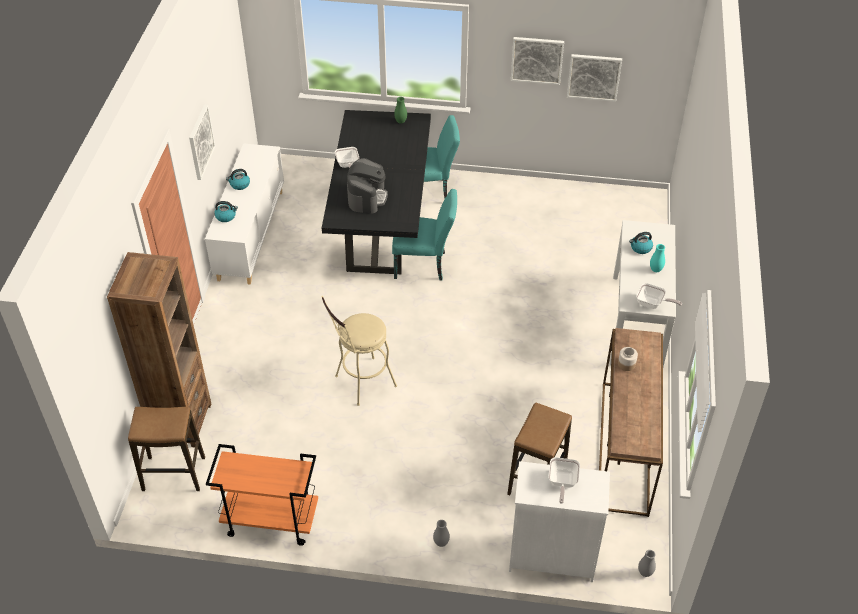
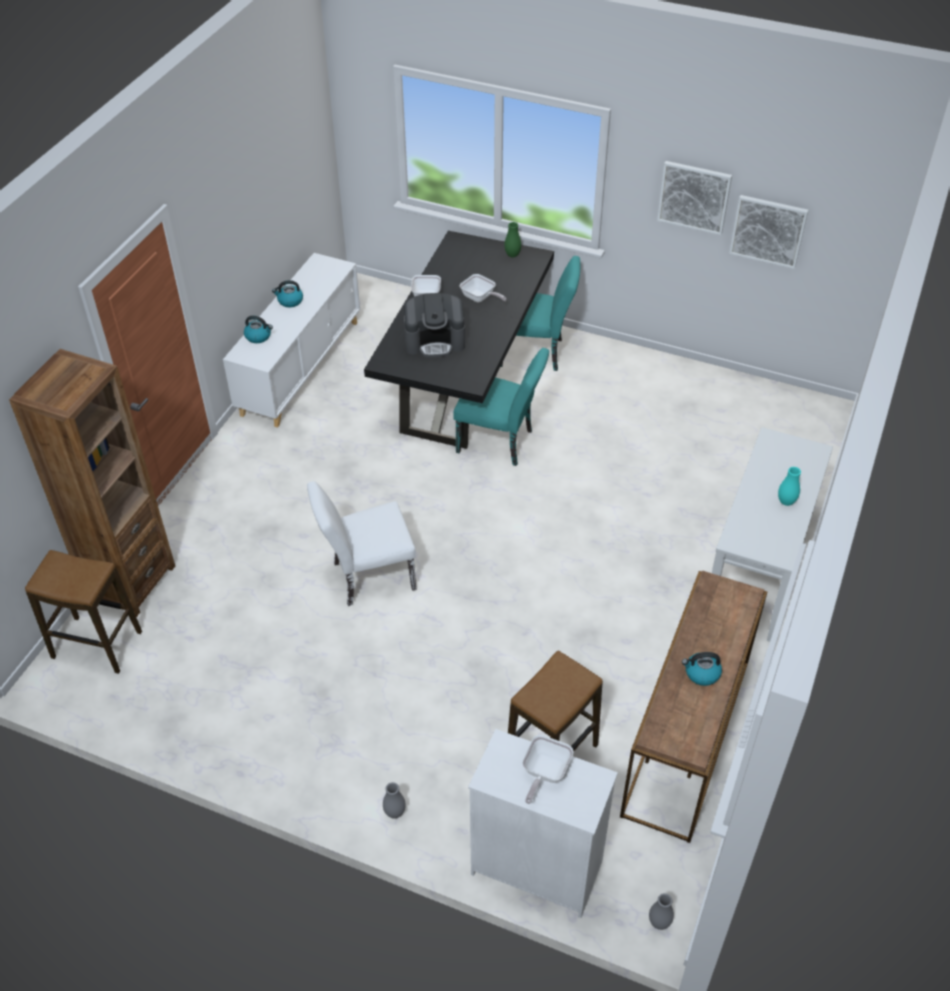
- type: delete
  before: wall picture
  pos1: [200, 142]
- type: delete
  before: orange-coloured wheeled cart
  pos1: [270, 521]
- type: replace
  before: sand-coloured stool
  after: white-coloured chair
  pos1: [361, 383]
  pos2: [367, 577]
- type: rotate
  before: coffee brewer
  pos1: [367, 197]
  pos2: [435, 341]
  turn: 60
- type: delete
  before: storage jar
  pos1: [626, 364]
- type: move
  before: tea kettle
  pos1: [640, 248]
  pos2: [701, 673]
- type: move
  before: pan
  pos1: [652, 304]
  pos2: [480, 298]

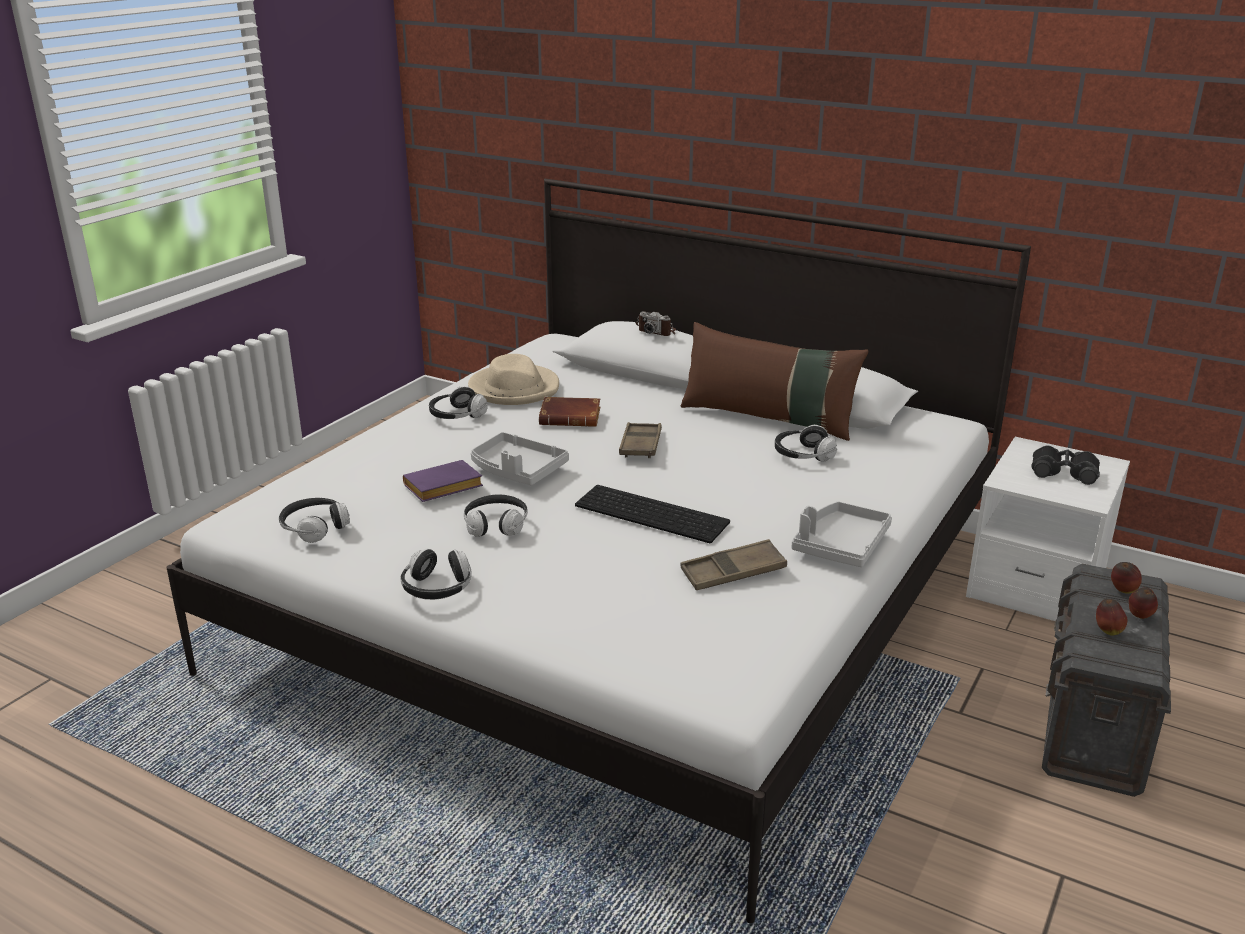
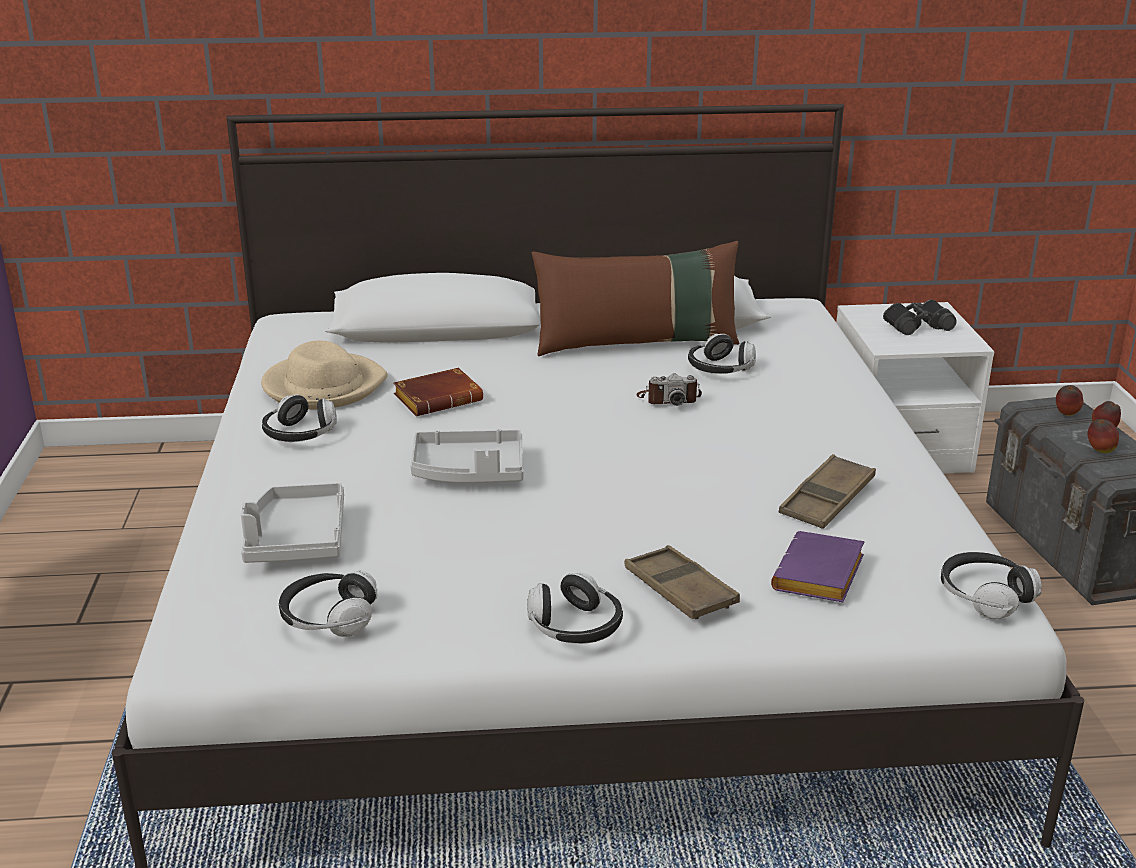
- type: move
  before: purple volume
  pos1: [442, 488]
  pos2: [820, 577]
- type: move
  before: pair of headphones
  pos1: [496, 525]
  pos2: [985, 596]
- type: delete
  before: keyboard
  pos1: [654, 513]
- type: move
  before: brown-coloured carrying tray
  pos1: [640, 445]
  pos2: [679, 590]
- type: move
  before: photo camera
  pos1: [657, 331]
  pos2: [668, 399]
- type: move
  before: gray carrying tray
  pos1: [840, 545]
  pos2: [296, 539]

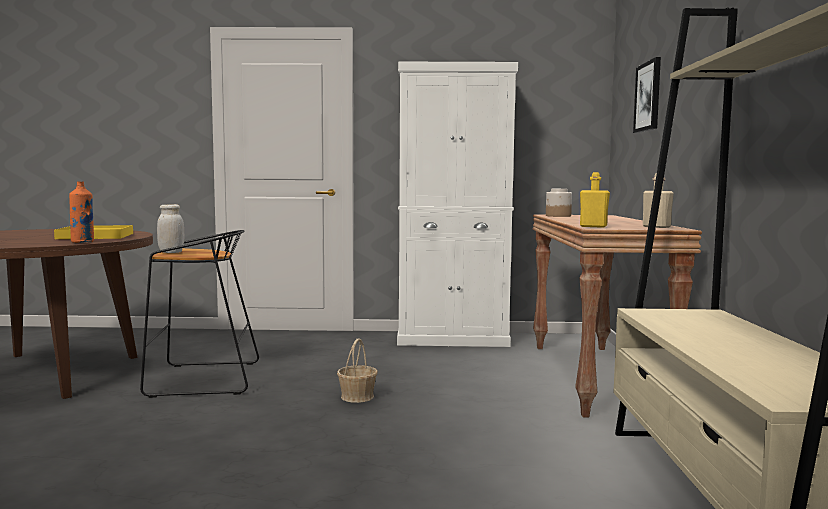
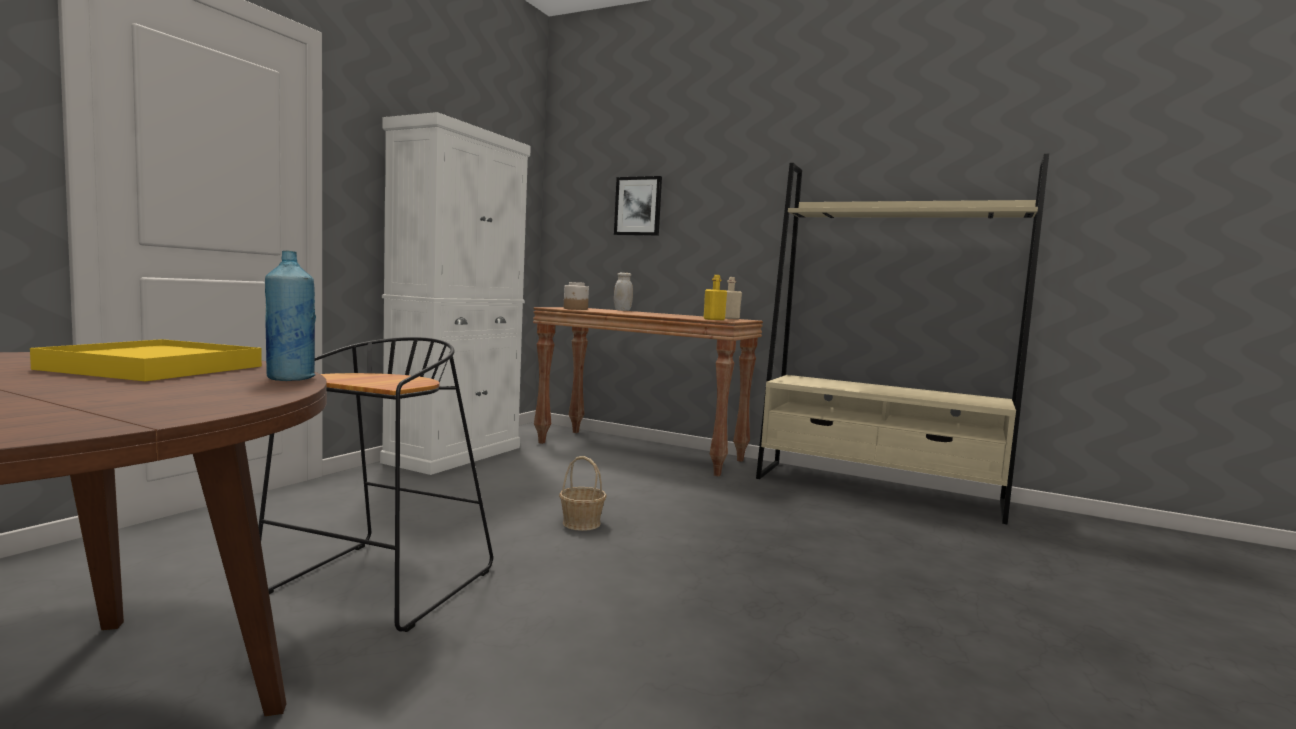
- type: recolor
  before: orange-coloured beverage bottle
  after: bluish beverage bottle
  pos1: [83, 242]
  pos2: [290, 379]
- type: move
  before: white-coloured storage jar
  pos1: [171, 252]
  pos2: [622, 310]

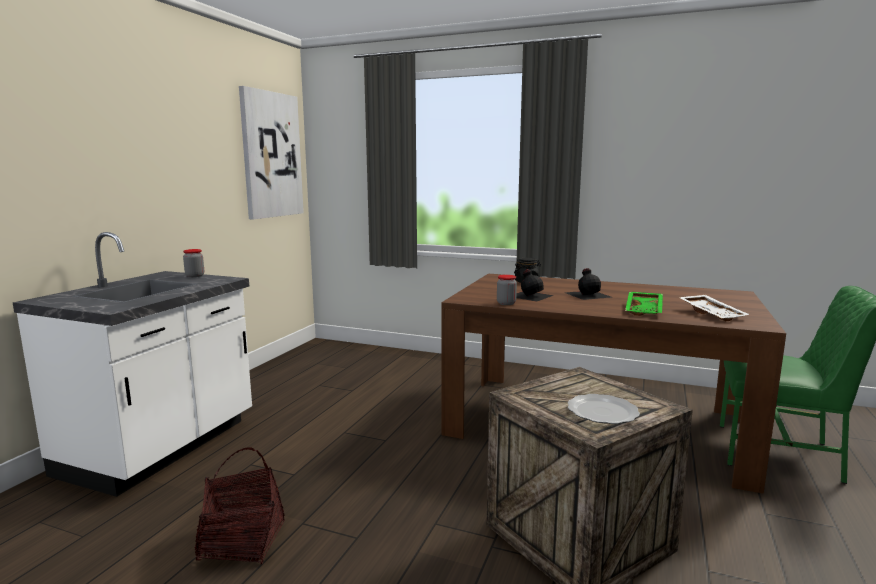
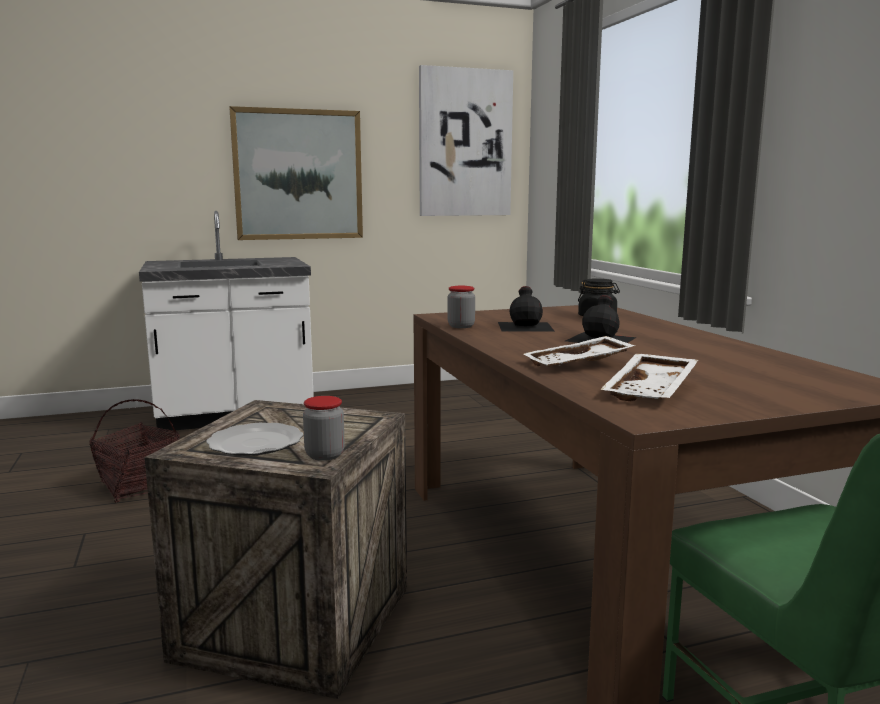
- type: move
  before: storage jar
  pos1: [195, 276]
  pos2: [324, 455]
- type: recolor
  before: greenish carrying tray
  after: white-coloured carrying tray
  pos1: [645, 310]
  pos2: [578, 365]
- type: insert
  after: wall picture
  pos2: [298, 175]

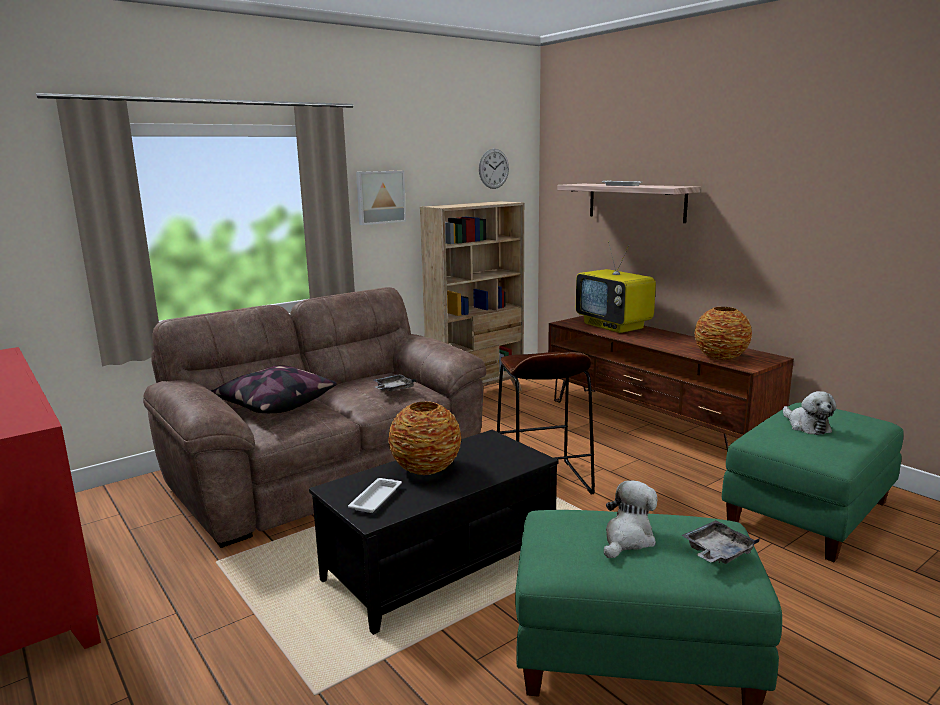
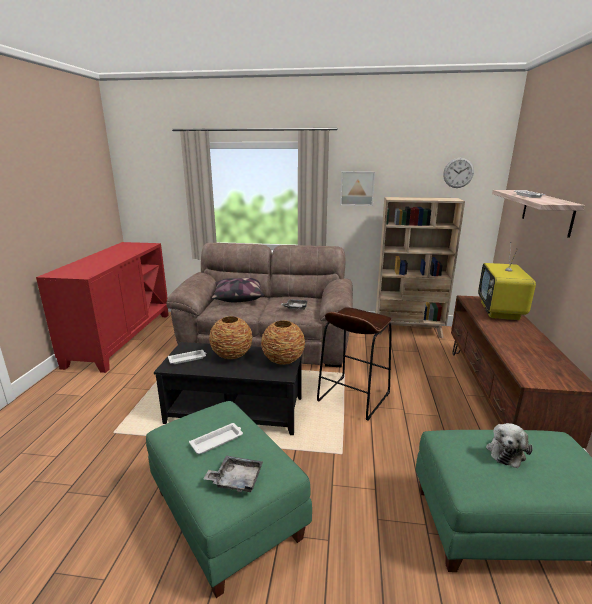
- type: replace
  before: soft toy
  after: white-coloured carrying tray
  pos1: [627, 539]
  pos2: [217, 441]
- type: move
  before: vase
  pos1: [720, 357]
  pos2: [283, 360]

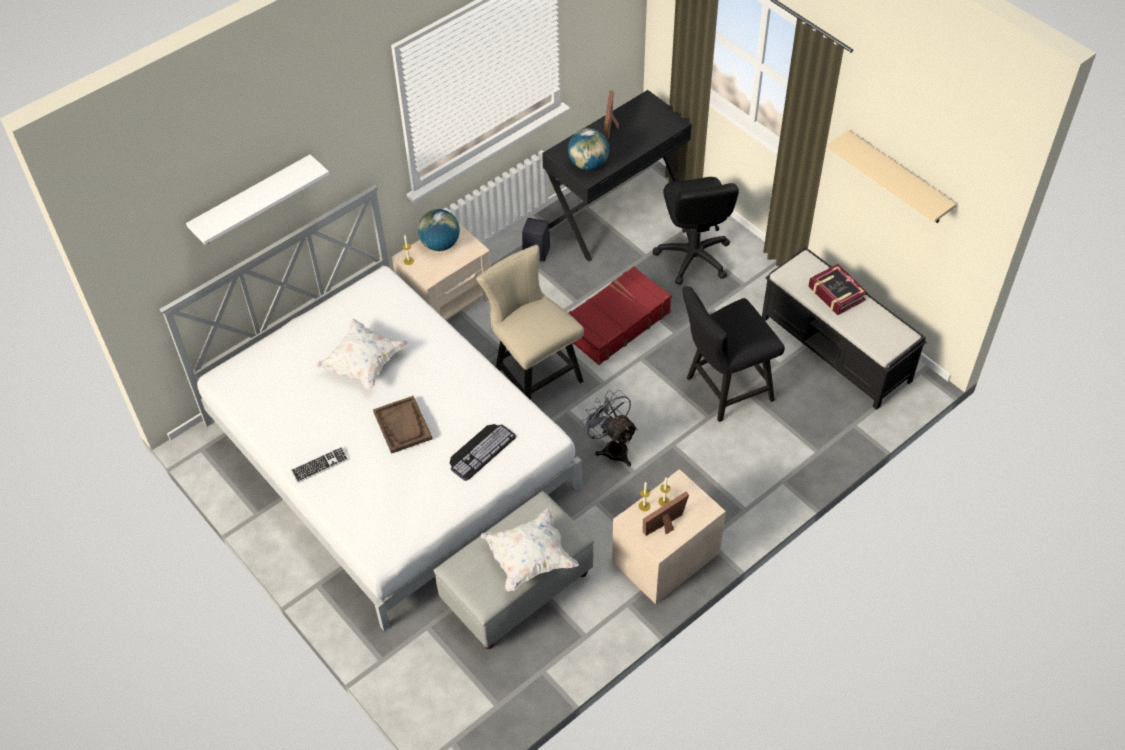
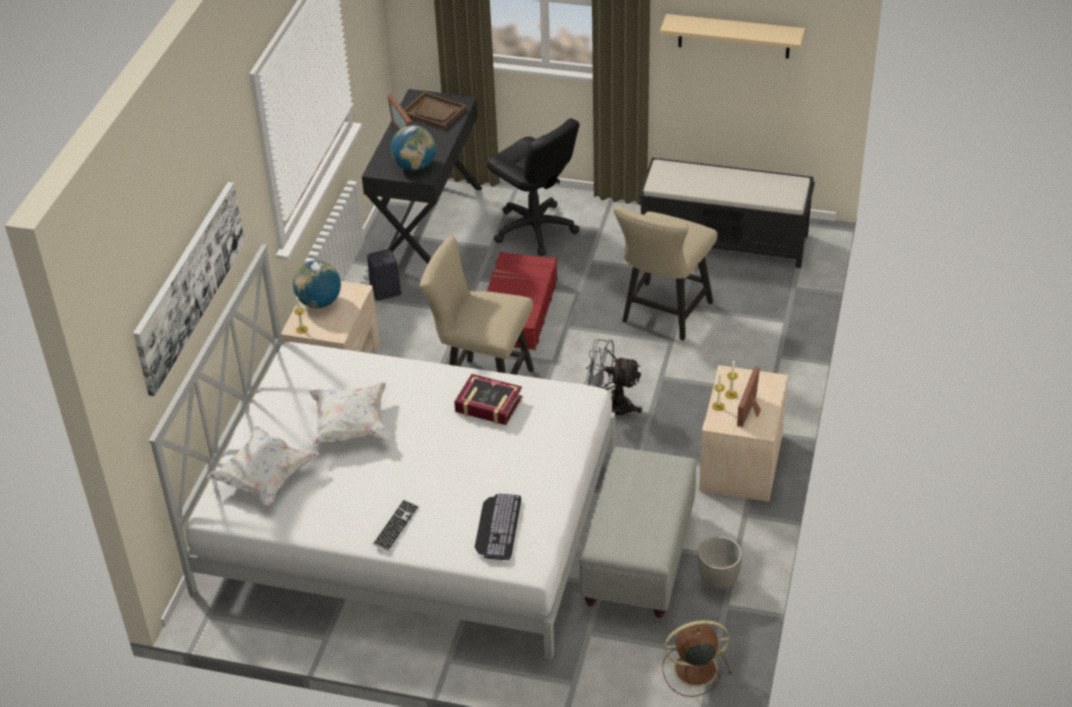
- type: replace
  before: white-coloured bracket shelf
  after: wall picture
  pos1: [252, 201]
  pos2: [189, 284]
- type: move
  before: brown-coloured carrying tray
  pos1: [403, 426]
  pos2: [434, 112]
- type: move
  before: keyboard
  pos1: [480, 449]
  pos2: [497, 526]
- type: move
  before: white-coloured cushion
  pos1: [529, 558]
  pos2: [265, 478]
- type: recolor
  before: black-coloured chair
  after: sand-coloured chair
  pos1: [723, 390]
  pos2: [663, 315]
- type: move
  before: volume
  pos1: [836, 293]
  pos2: [488, 405]
- type: insert
  after: brown-coloured electric fan
  pos2: [693, 669]
- type: insert
  after: plant pot
  pos2: [718, 581]

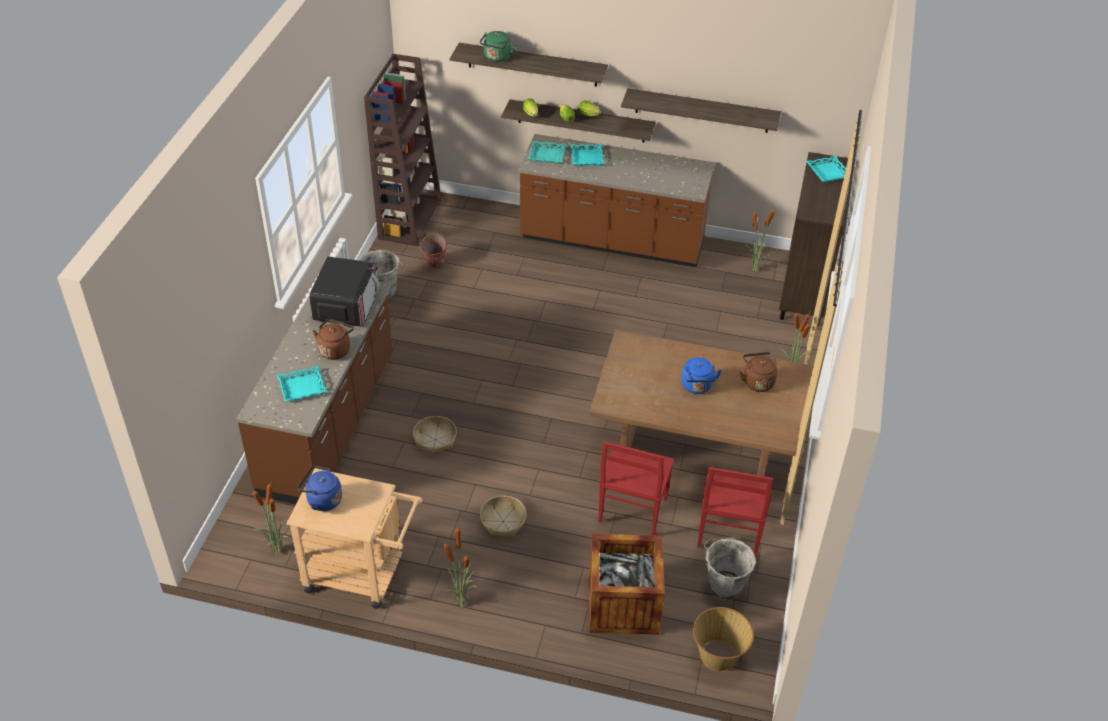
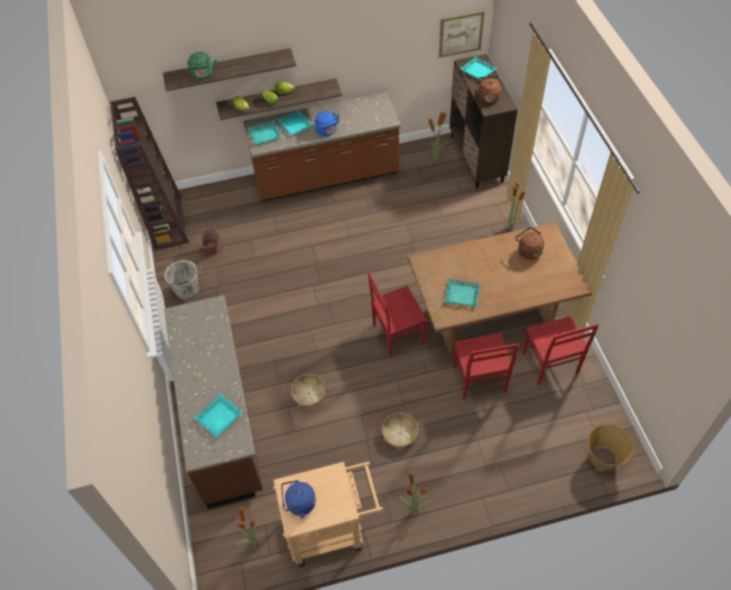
- type: delete
  before: kitchen microwave
  pos1: [347, 305]
- type: move
  before: brown-coloured tea kettle
  pos1: [335, 349]
  pos2: [488, 97]
- type: delete
  before: packing crate
  pos1: [623, 604]
- type: delete
  before: bracket shelf
  pos1: [702, 111]
- type: move
  before: bluish tea kettle
  pos1: [697, 387]
  pos2: [327, 131]
- type: delete
  before: gray bucket
  pos1: [724, 585]
- type: insert
  after: reddish chair
  pos2: [396, 335]
- type: insert
  after: wall picture
  pos2: [461, 34]
- type: insert
  after: turquoise-coloured carrying tray
  pos2: [461, 295]

